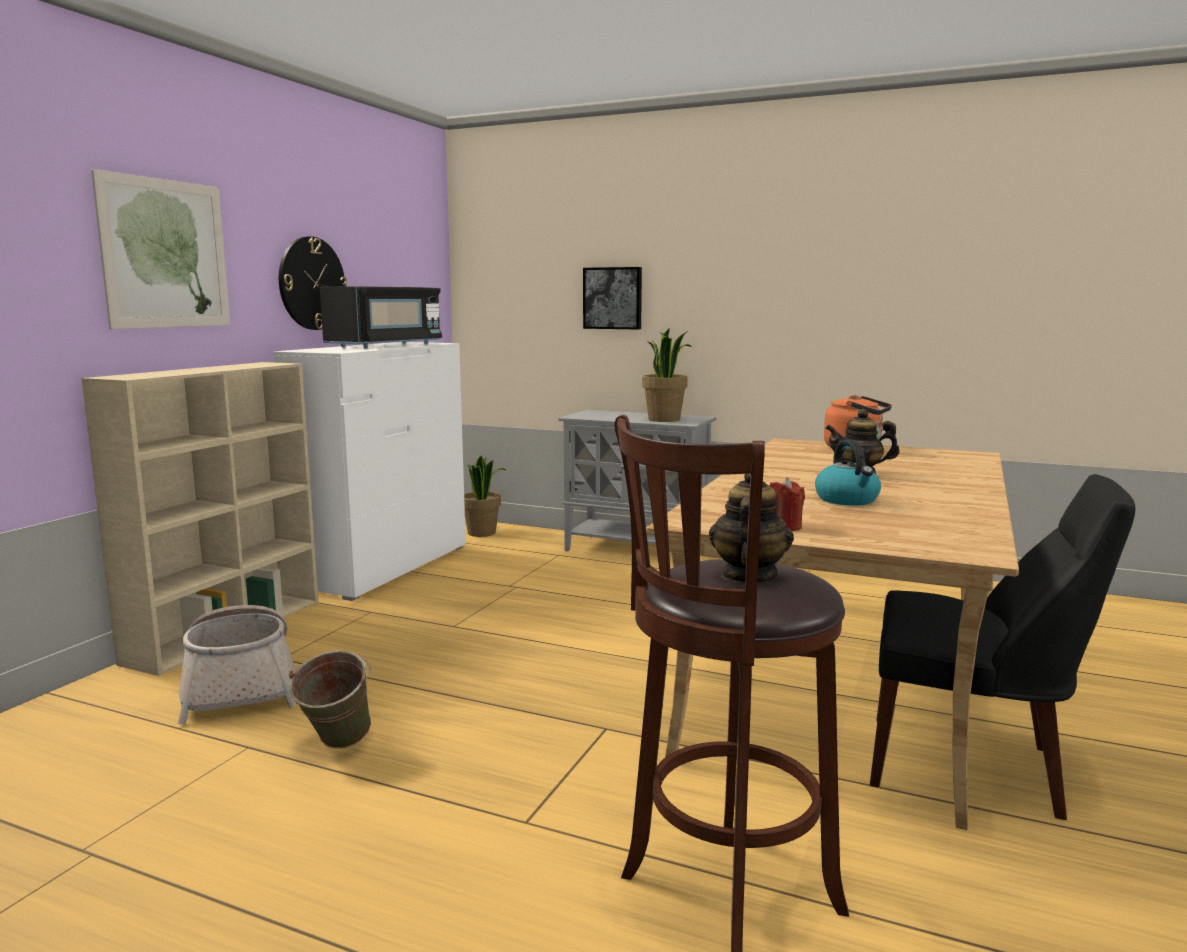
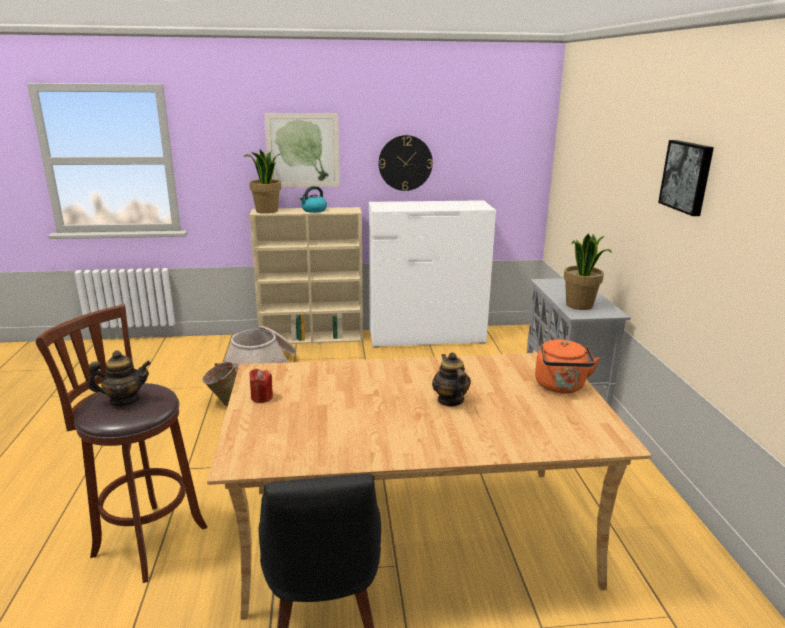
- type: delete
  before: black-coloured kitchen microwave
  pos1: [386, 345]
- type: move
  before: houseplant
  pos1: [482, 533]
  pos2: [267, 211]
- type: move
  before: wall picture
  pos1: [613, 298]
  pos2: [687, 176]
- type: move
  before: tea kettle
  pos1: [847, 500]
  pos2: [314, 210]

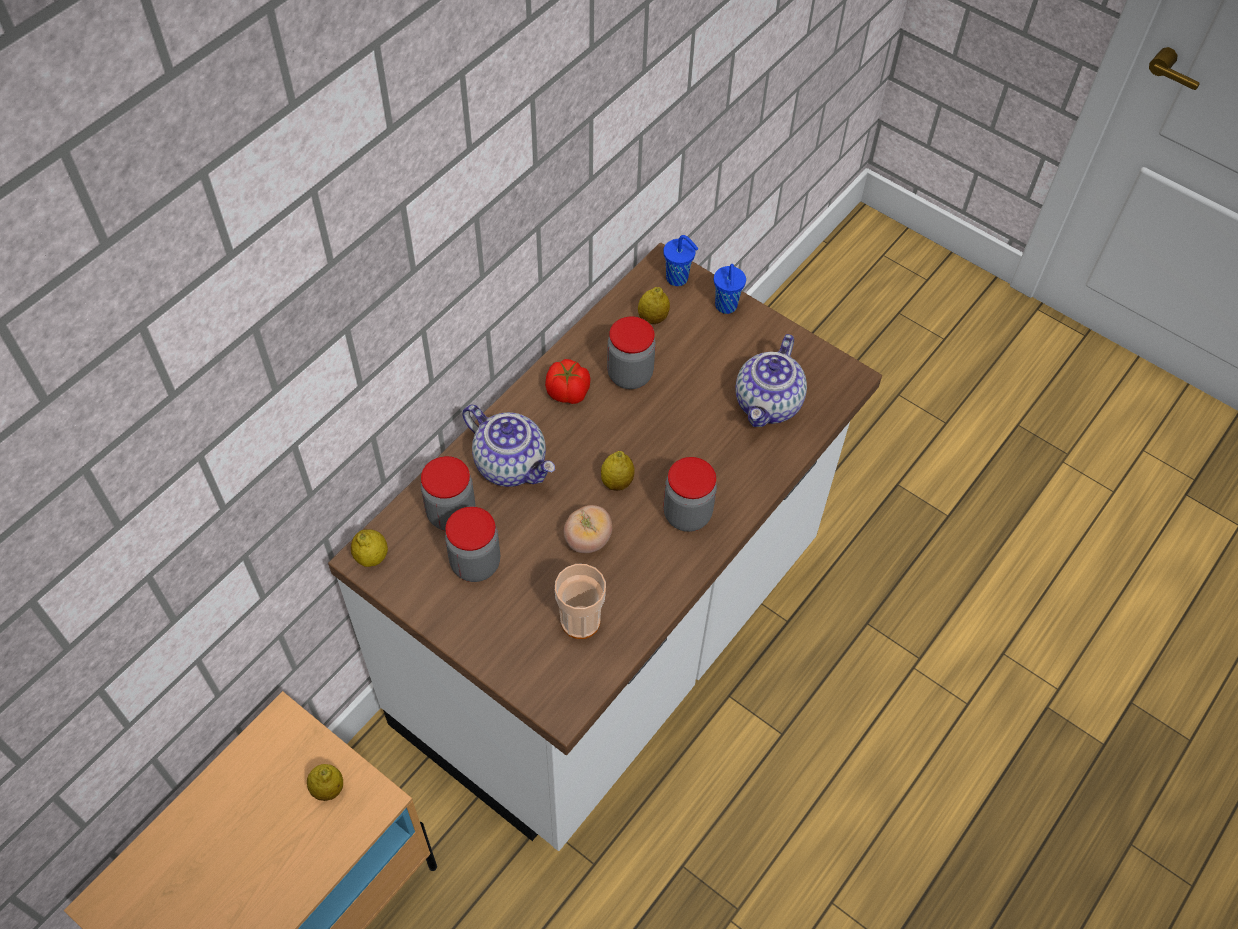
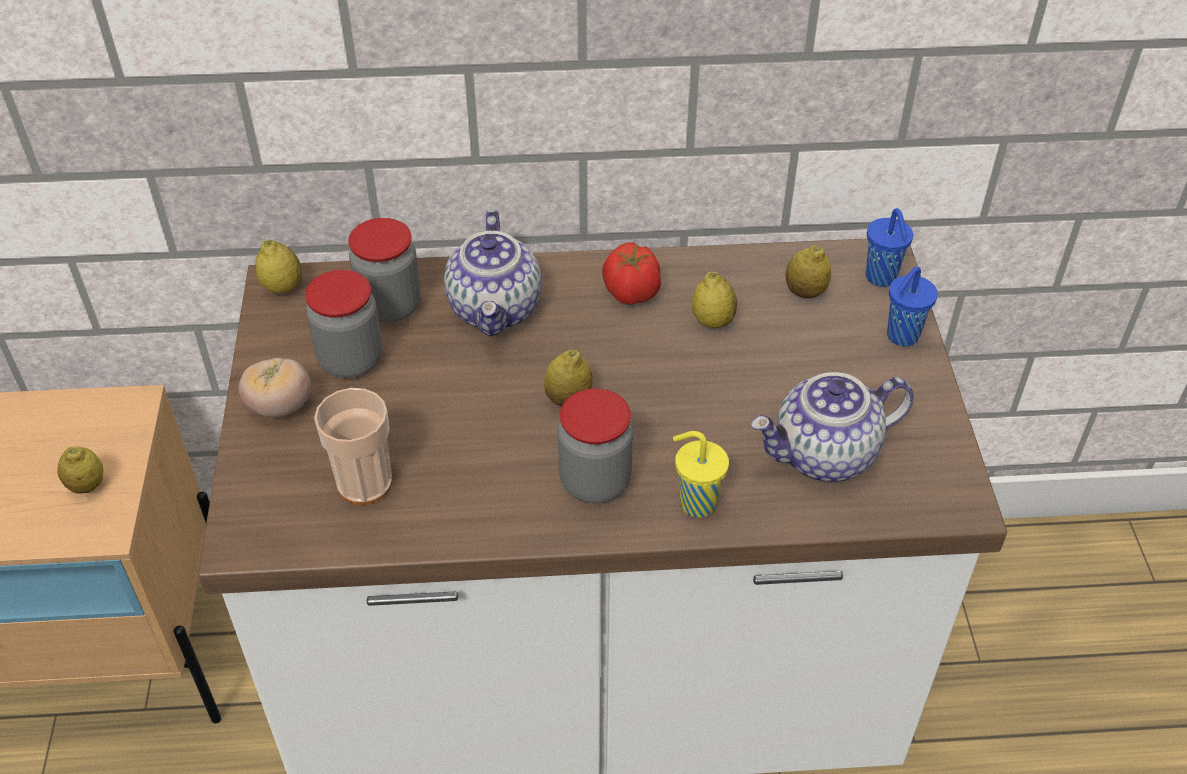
- type: move
  before: tomato
  pos1: [587, 540]
  pos2: [280, 406]
- type: replace
  before: storage jar
  after: lemon
  pos1: [630, 374]
  pos2: [712, 321]
- type: insert
  after: yellow drinking cup
  pos2: [695, 503]

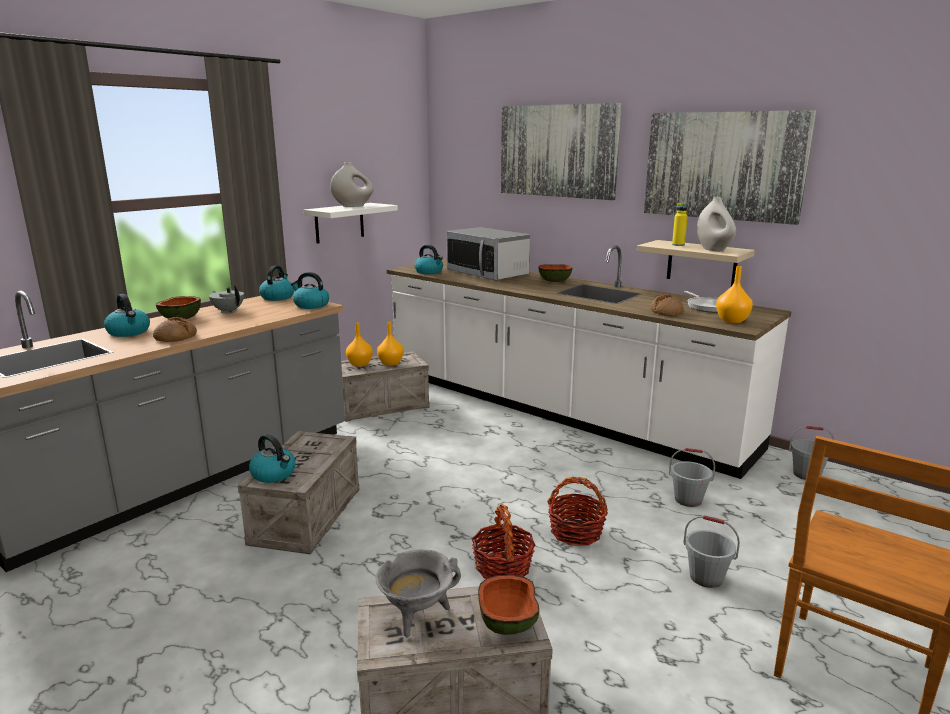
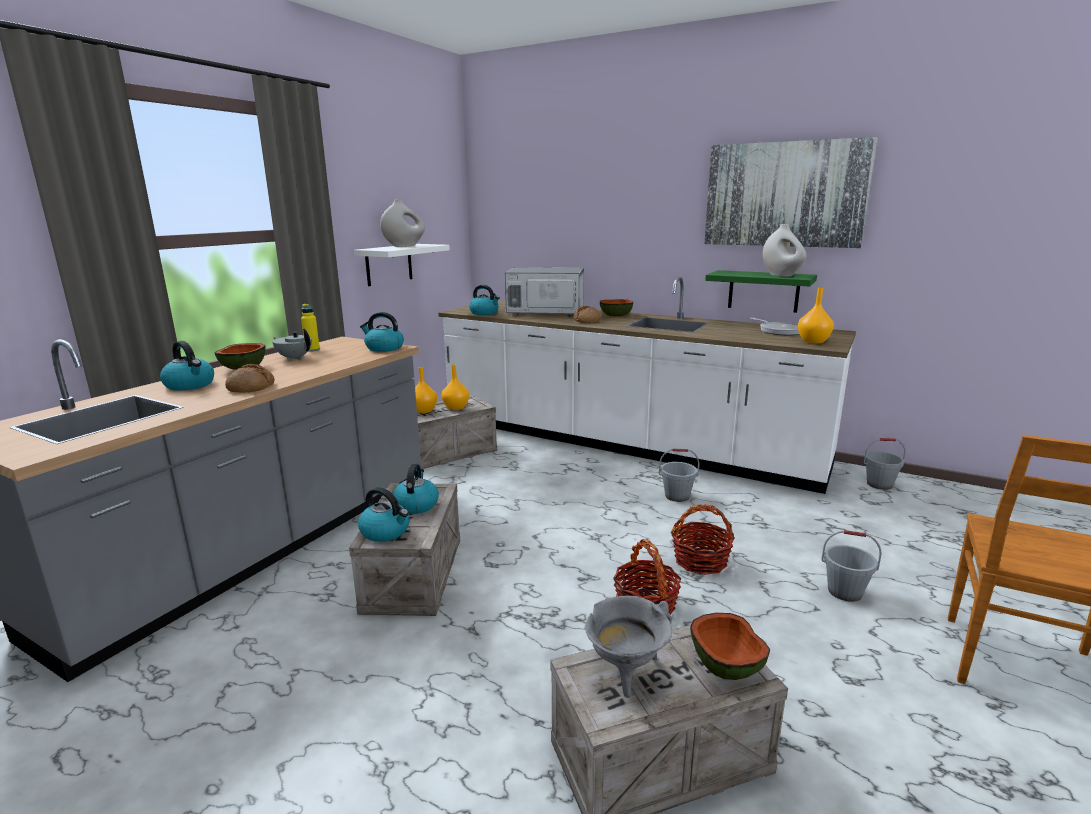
- type: move
  before: tea kettle
  pos1: [277, 297]
  pos2: [416, 505]
- type: rotate
  before: kitchen microwave
  pos1: [487, 274]
  pos2: [545, 312]
  turn: 150
- type: delete
  before: wall picture
  pos1: [558, 151]
- type: recolor
  before: sand-coloured bracket shelf
  after: greenish bracket shelf
  pos1: [701, 263]
  pos2: [763, 291]
- type: move
  before: baked bread
  pos1: [666, 312]
  pos2: [587, 321]
- type: move
  before: gray bucket
  pos1: [688, 500]
  pos2: [677, 496]
- type: move
  before: yellow beverage bottle
  pos1: [678, 245]
  pos2: [312, 350]

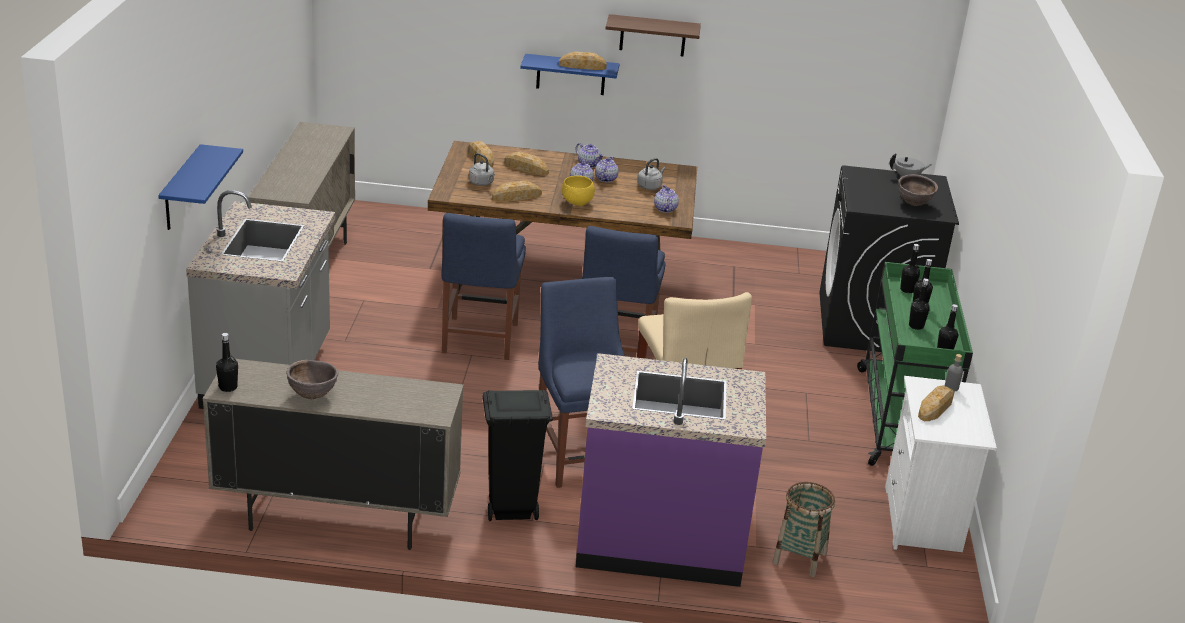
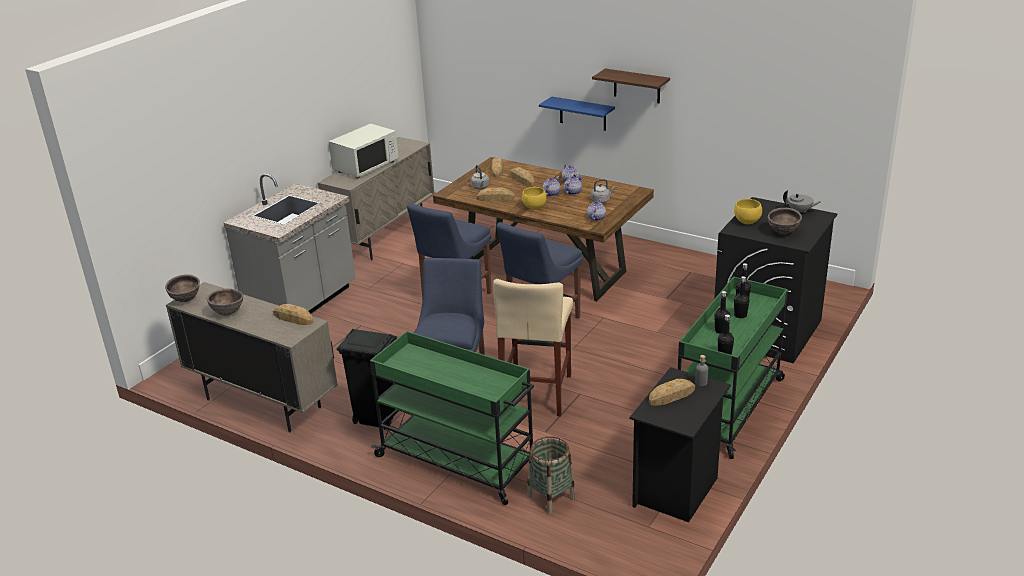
- type: delete
  before: bluish bracket shelf
  pos1: [181, 189]
- type: replace
  before: black-coloured beverage bottle
  after: brown-coloured serving bowl
  pos1: [228, 387]
  pos2: [186, 300]
- type: move
  before: baked bread
  pos1: [582, 66]
  pos2: [293, 318]
- type: replace
  before: purple kitchen base unit
  after: greenish wheeled cart
  pos1: [660, 540]
  pos2: [459, 462]
- type: recolor
  before: white-coloured nightstand
  after: black-coloured nightstand
  pos1: [924, 521]
  pos2: [677, 491]
- type: insert
  after: white-coloured kitchen microwave
  pos2: [366, 166]
- type: insert
  after: yellow serving bowl
  pos2: [747, 222]

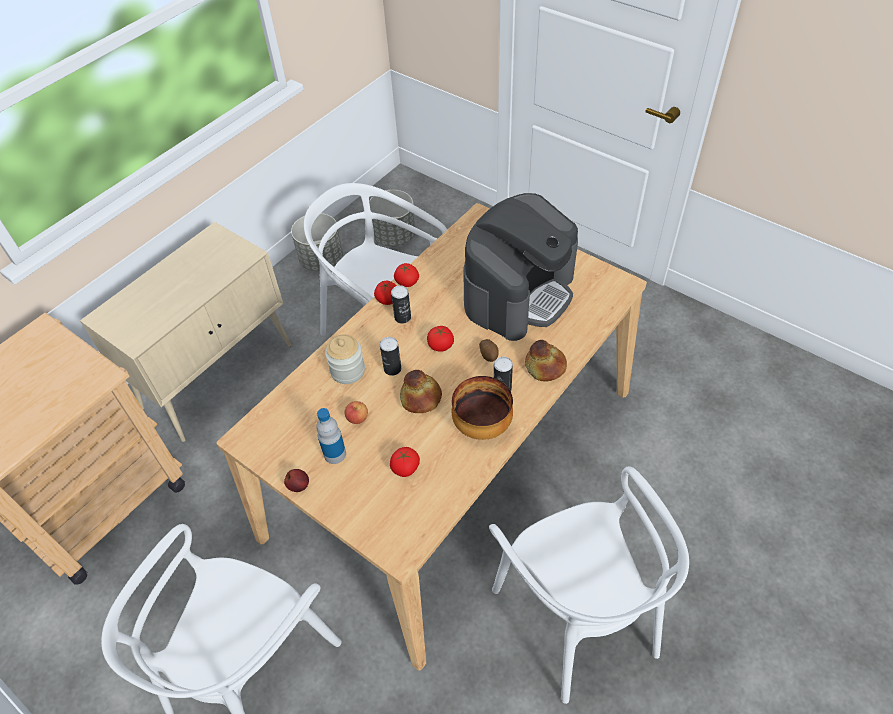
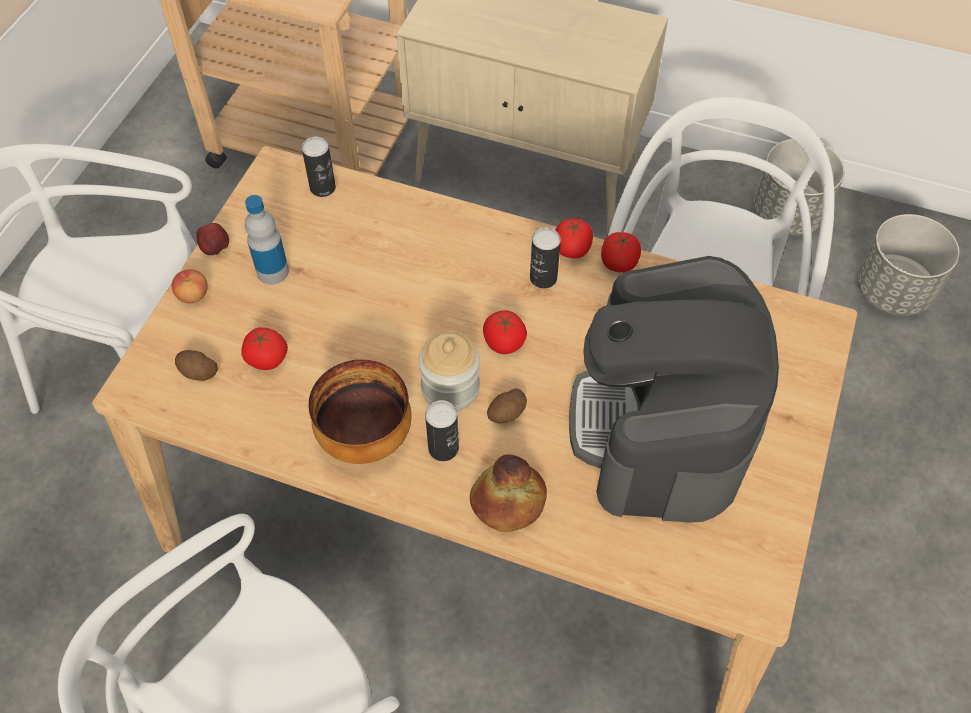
- type: move
  before: storage jar
  pos1: [347, 371]
  pos2: [450, 388]
- type: move
  before: apple
  pos1: [357, 418]
  pos2: [193, 295]
- type: move
  before: metal can
  pos1: [392, 369]
  pos2: [322, 188]
- type: delete
  before: baked bread
  pos1: [420, 398]
- type: rotate
  before: coffee brewer
  pos1: [519, 293]
  pos2: [661, 426]
  turn: 75
- type: insert
  after: whole potato
  pos2: [198, 372]

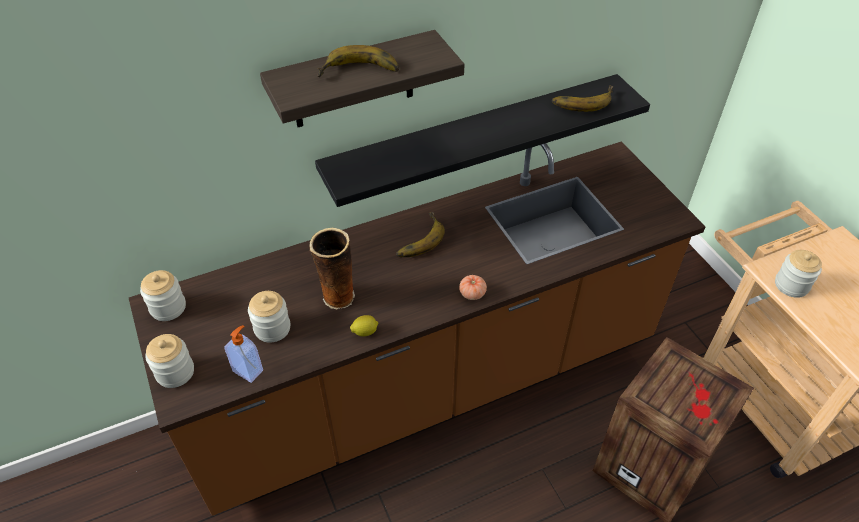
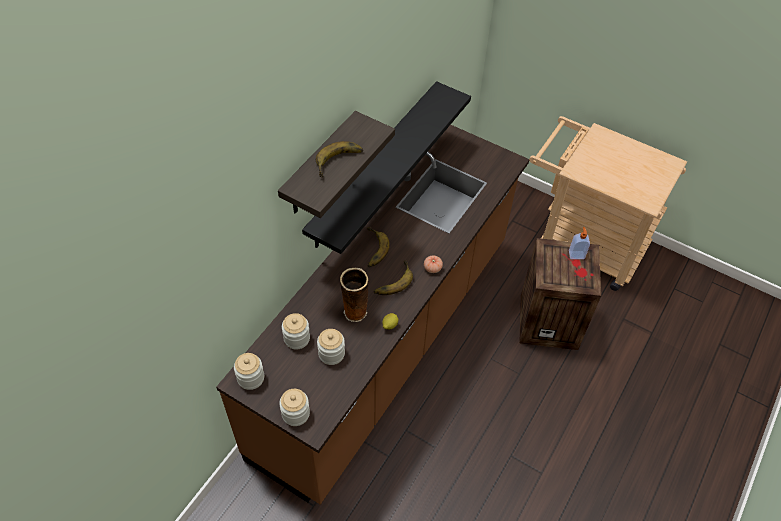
- type: move
  before: soap dispenser
  pos1: [248, 370]
  pos2: [576, 254]
- type: move
  before: banana
  pos1: [581, 100]
  pos2: [391, 280]
- type: move
  before: storage jar
  pos1: [791, 285]
  pos2: [297, 338]

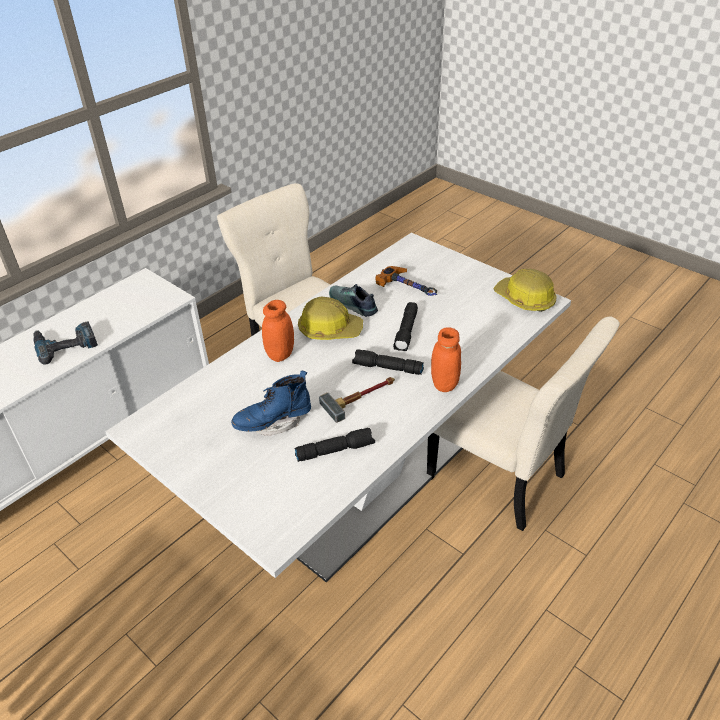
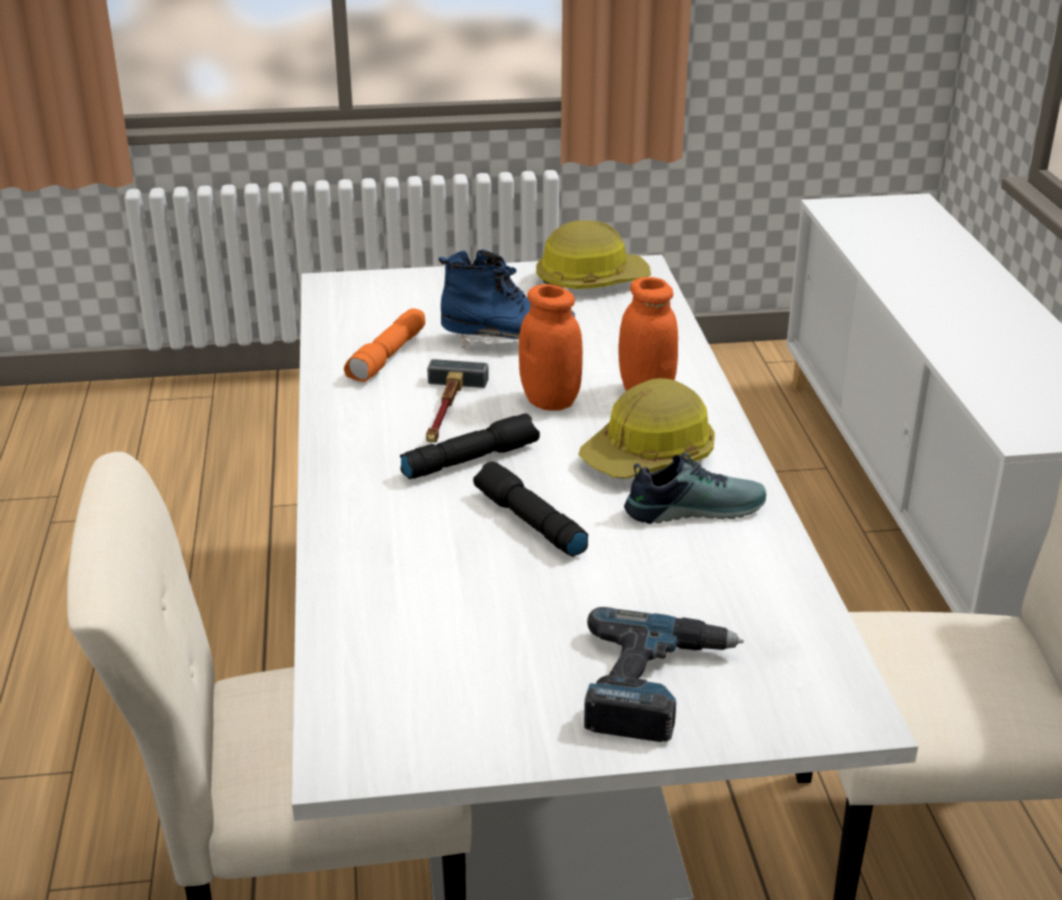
- type: move
  before: drill
  pos1: [65, 344]
  pos2: [654, 685]
- type: rotate
  before: bluish high-top boot
  pos1: [273, 422]
  pos2: [506, 340]
  turn: 75
- type: recolor
  before: black-coloured torch
  after: orange-coloured torch
  pos1: [335, 450]
  pos2: [388, 357]
- type: delete
  before: hammer
  pos1: [409, 289]
- type: move
  before: orange-coloured storage jar
  pos1: [444, 384]
  pos2: [550, 401]
- type: move
  before: work helmet
  pos1: [525, 299]
  pos2: [591, 280]

